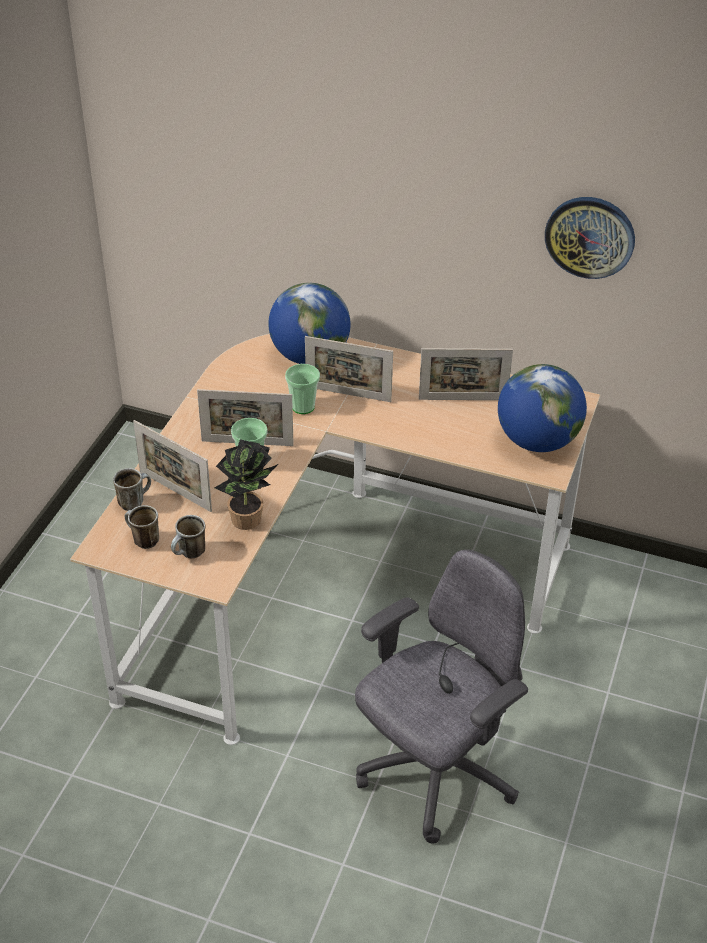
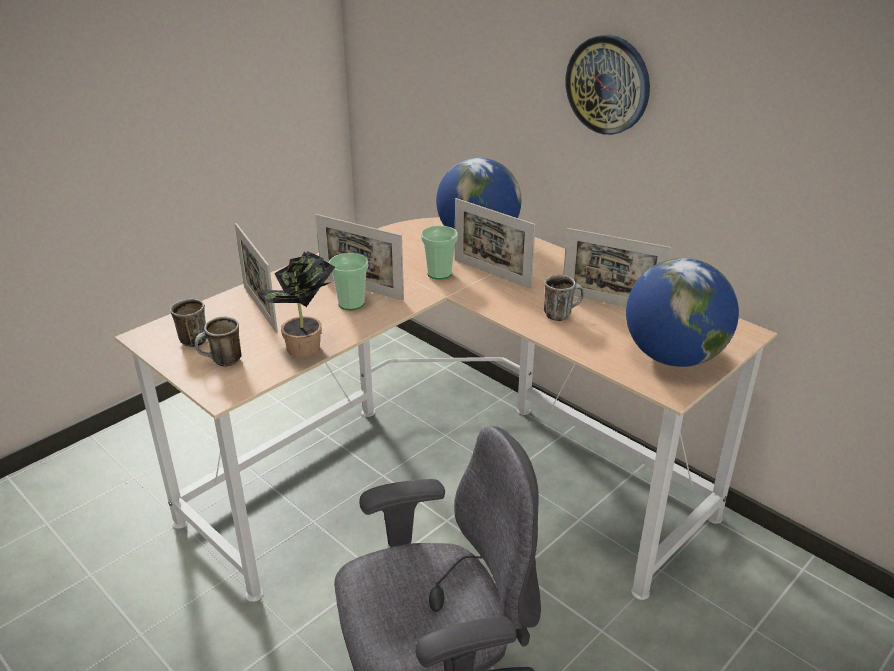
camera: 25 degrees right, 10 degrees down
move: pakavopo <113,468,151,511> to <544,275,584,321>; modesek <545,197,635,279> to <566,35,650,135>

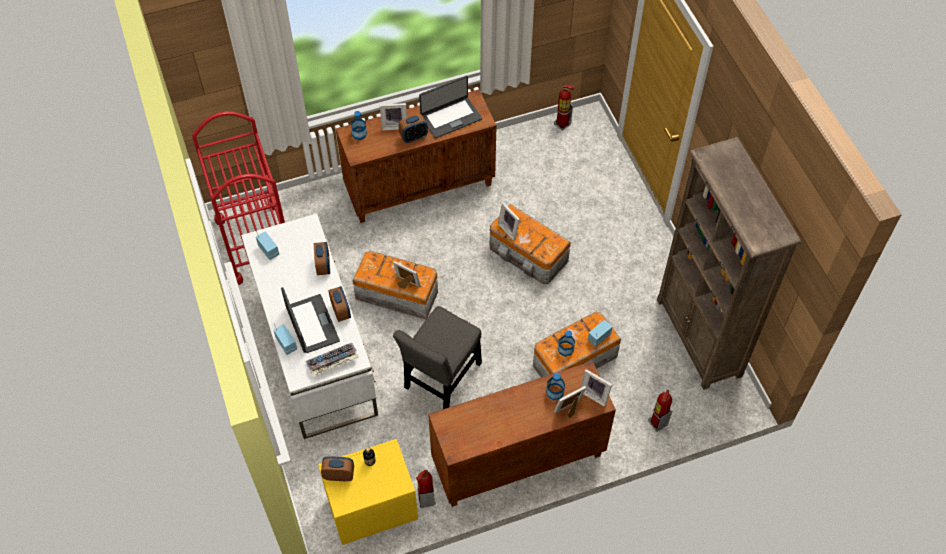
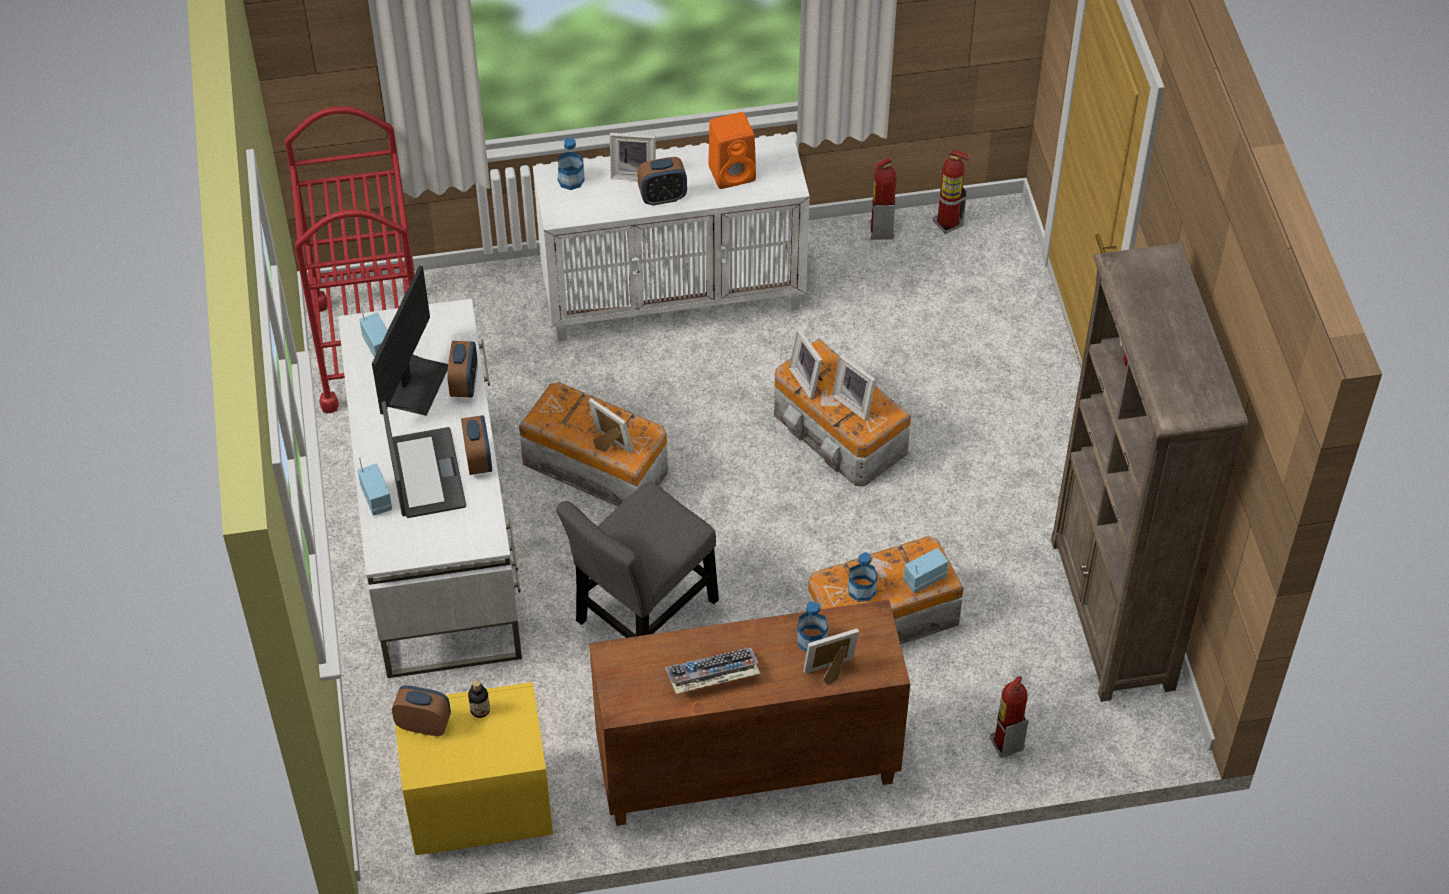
camera: 10 degrees right, 5 degrees down
insert: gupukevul <372,265,448,416>
move: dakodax <305,343,359,376> to <665,648,760,694>; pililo <580,369,612,407> to <832,354,876,421>; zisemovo <416,469,436,508> to <870,158,896,240>
replace: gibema <419,76,482,138> to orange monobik <708,112,756,189>
recolor: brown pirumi <336,89,497,223> to white pirumi <533,133,810,341>

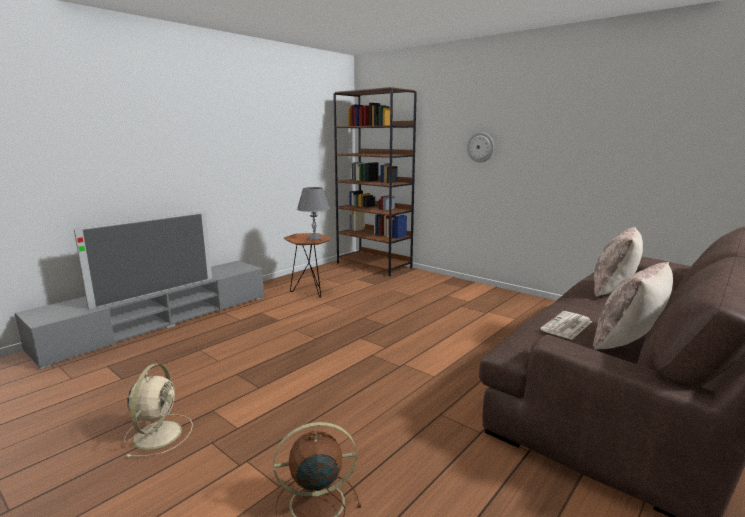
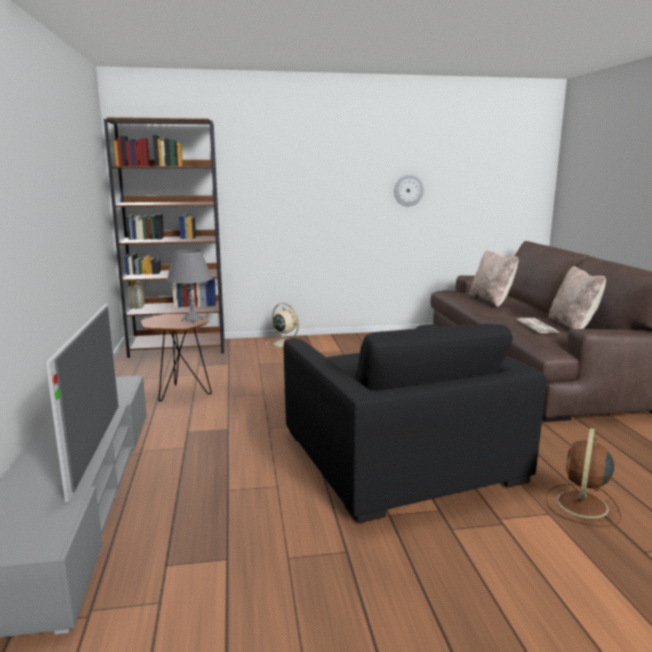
camera: 50 degrees left, 0 degrees up
insert: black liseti <283,323,546,523>
move: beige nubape <124,364,193,458> to <266,303,299,348>; modesek <467,132,494,163> to <394,175,424,206>

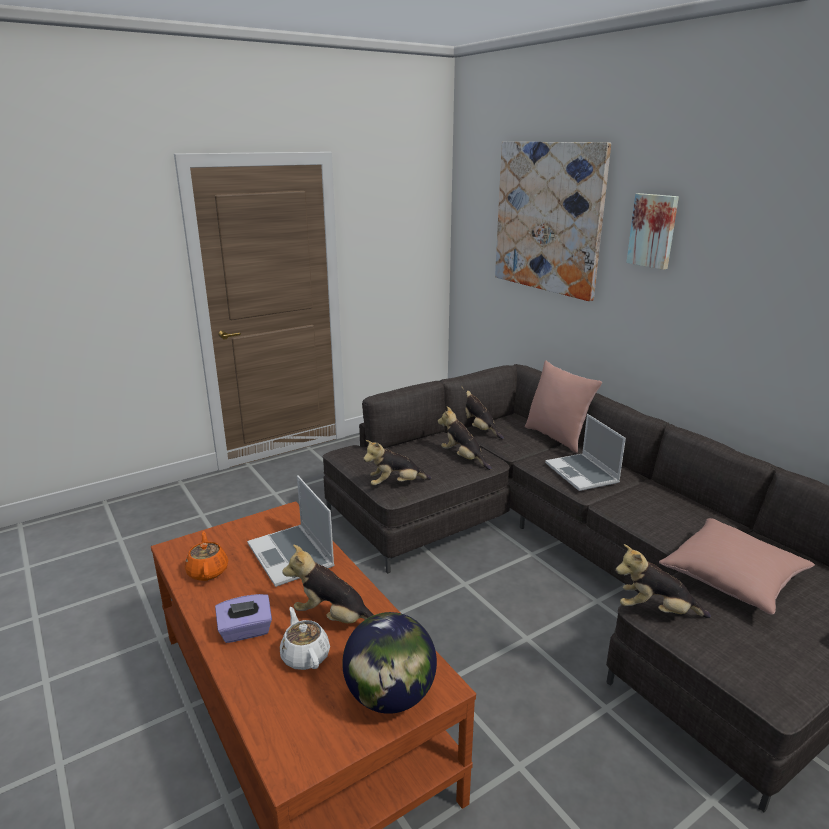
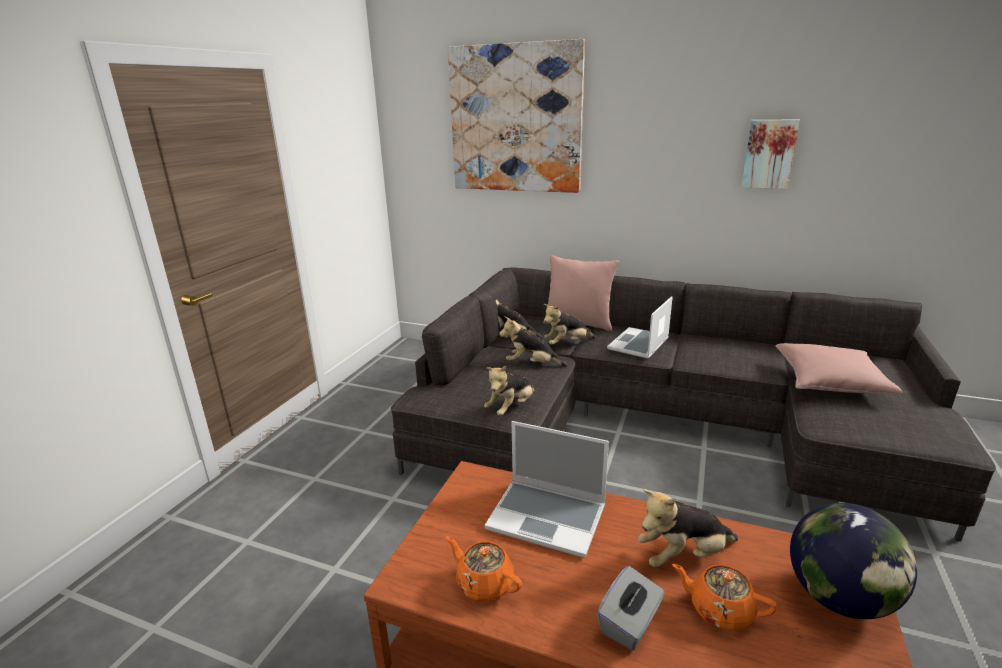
camera: 35 degrees left, 0 degrees up
move: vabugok <616,544,711,618> to <544,304,595,345>; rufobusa <626,193,679,270> to <742,120,800,189>
recolor: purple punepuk <215,594,272,643> to grey punepuk <597,566,665,651>; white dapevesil <280,607,330,670> to orange dapevesil <672,564,778,631>
rotate: gibema <545,414,626,491> = <607,296,673,359> 90 degrees clockwise

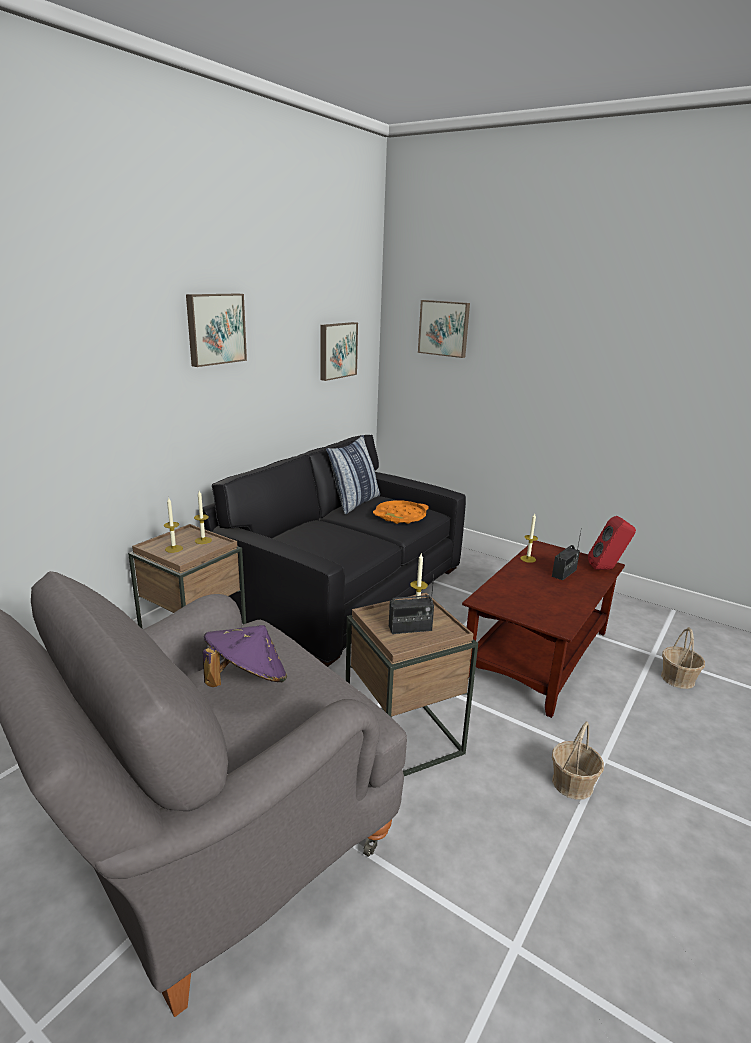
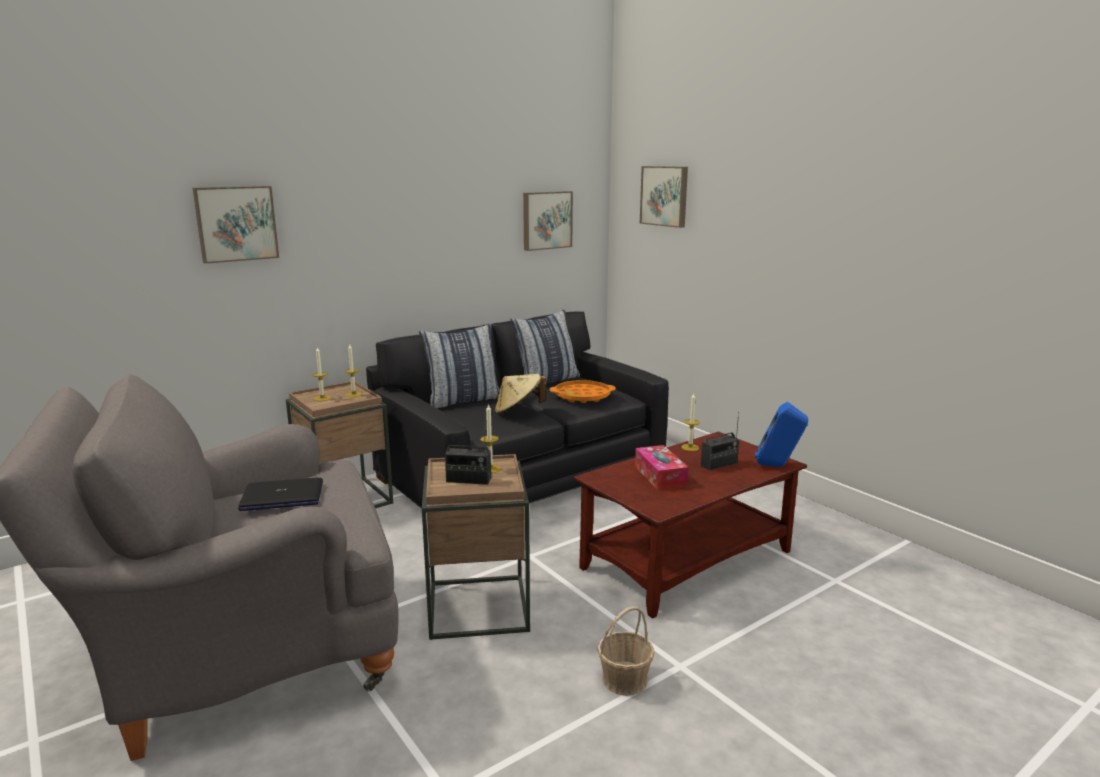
camera: 20 degrees right, 5 degrees down
delete: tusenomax <661,627,705,689>
insert: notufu <419,323,500,408>; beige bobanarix <495,374,547,415>; punepuk <635,445,688,490>
move: rufobusa <186,294,247,367> to <192,186,279,264>
replace: purple bobanarix <203,625,287,687> to gibema <238,478,323,511>
recolor: red monobik <588,516,636,570> to blue monobik <755,402,808,467>

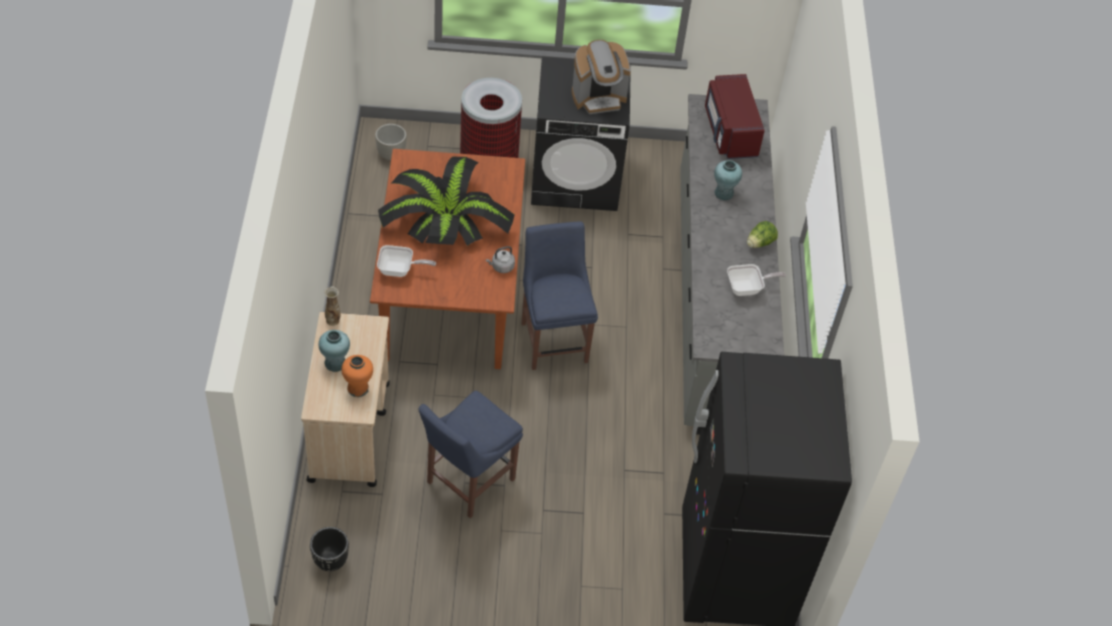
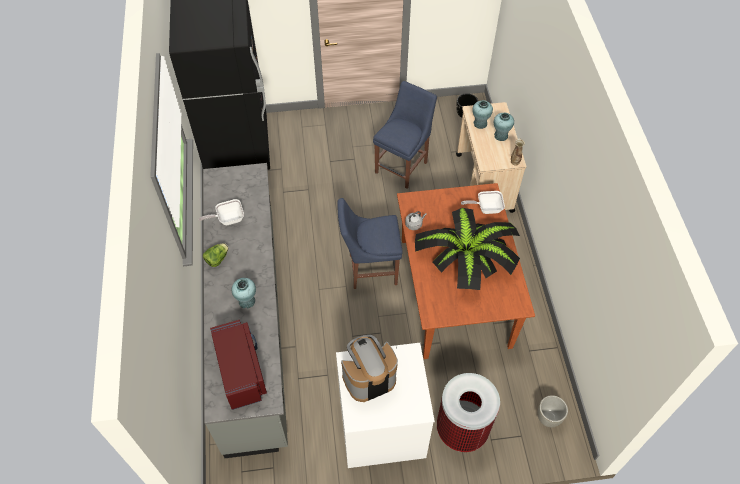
camera: 175 degrees right, 5 degrees up
recolor: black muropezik <531,57,631,211> to white muropezik <336,343,435,468>; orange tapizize <342,355,373,397> to turquoise tapizize <472,100,493,129>
rotate: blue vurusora <521,221,598,370> = <337,198,403,289> 105 degrees clockwise

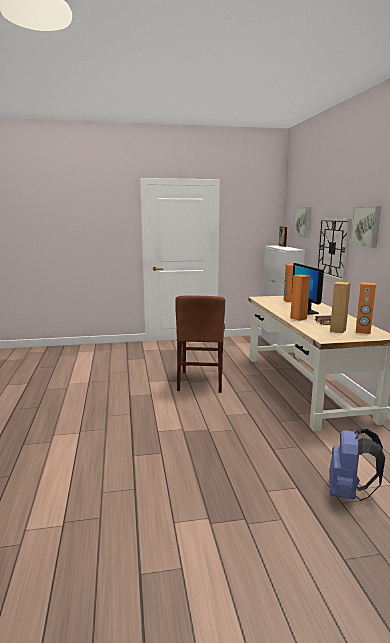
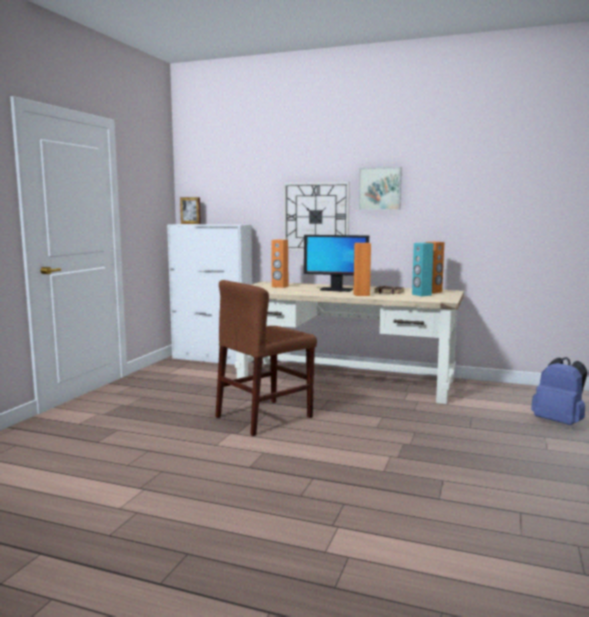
camera: 60 degrees left, 5 degrees down
delete: rufobusa <293,207,311,238>
recolor: brown monobik <330,282,351,333> to turquoise monobik <412,243,434,296>
rotate: brown vurusora <175,295,225,393> = <215,280,317,436> 105 degrees clockwise

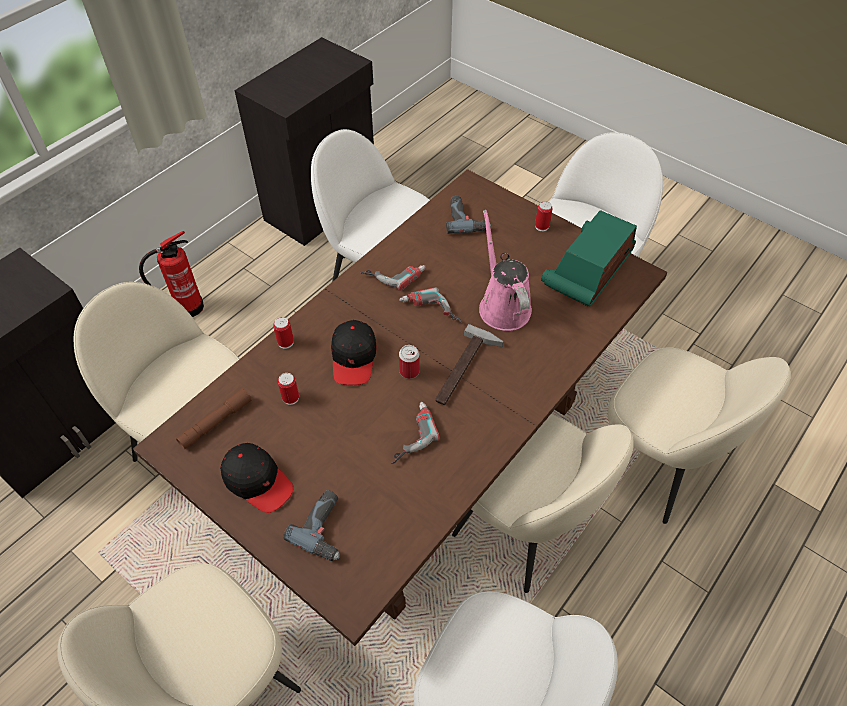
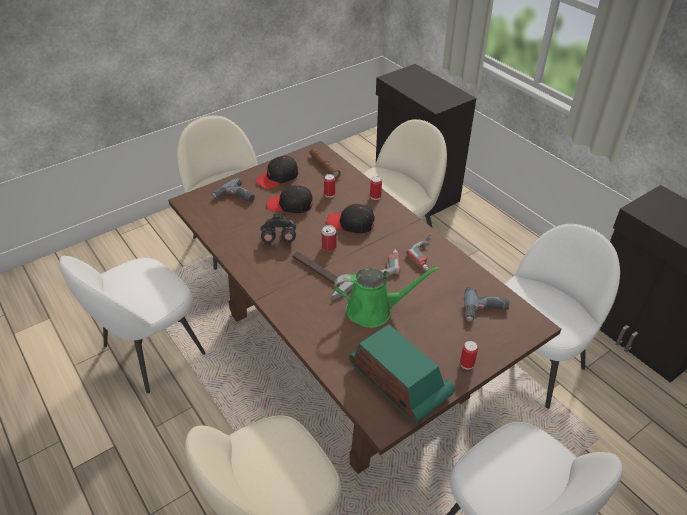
camera: 105 degrees right, 10 degrees down
delete: zisemovo <139,231,204,317>; beige vurusora <452,413,634,593>
insert: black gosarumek <266,185,313,213>
replace: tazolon <391,402,440,464> to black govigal <260,214,296,244>
recolor: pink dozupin <479,210,532,331> to green dozupin <334,267,439,328>

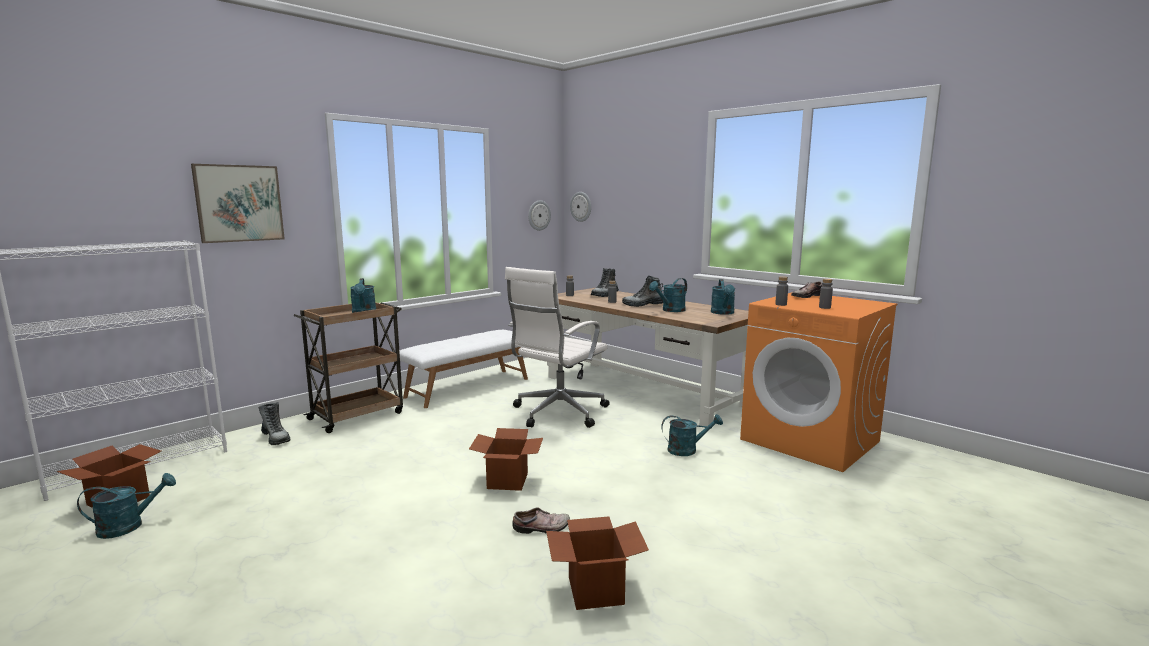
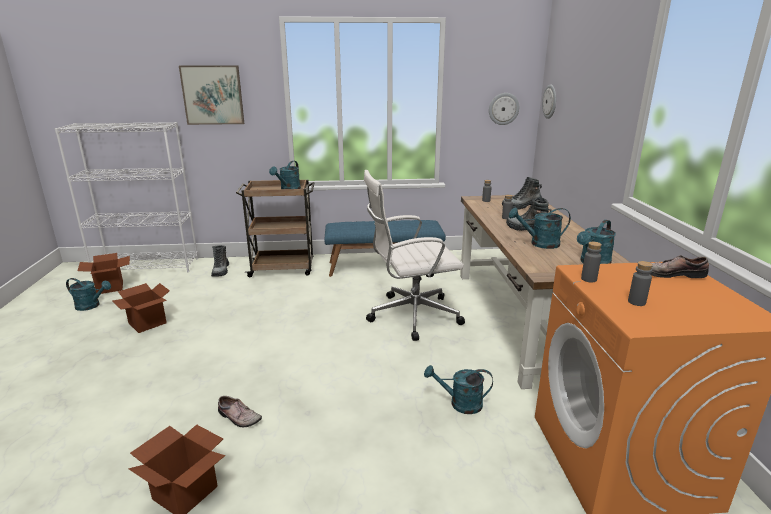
camera: 40 degrees right, 10 degrees up
move: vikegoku <469,428,543,491> to <112,283,170,333>
recolor: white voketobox <399,330,528,408> to blue voketobox <324,220,446,277>
rotate: turquoise dozupin <661,414,723,456> = <424,365,493,414> 150 degrees clockwise

